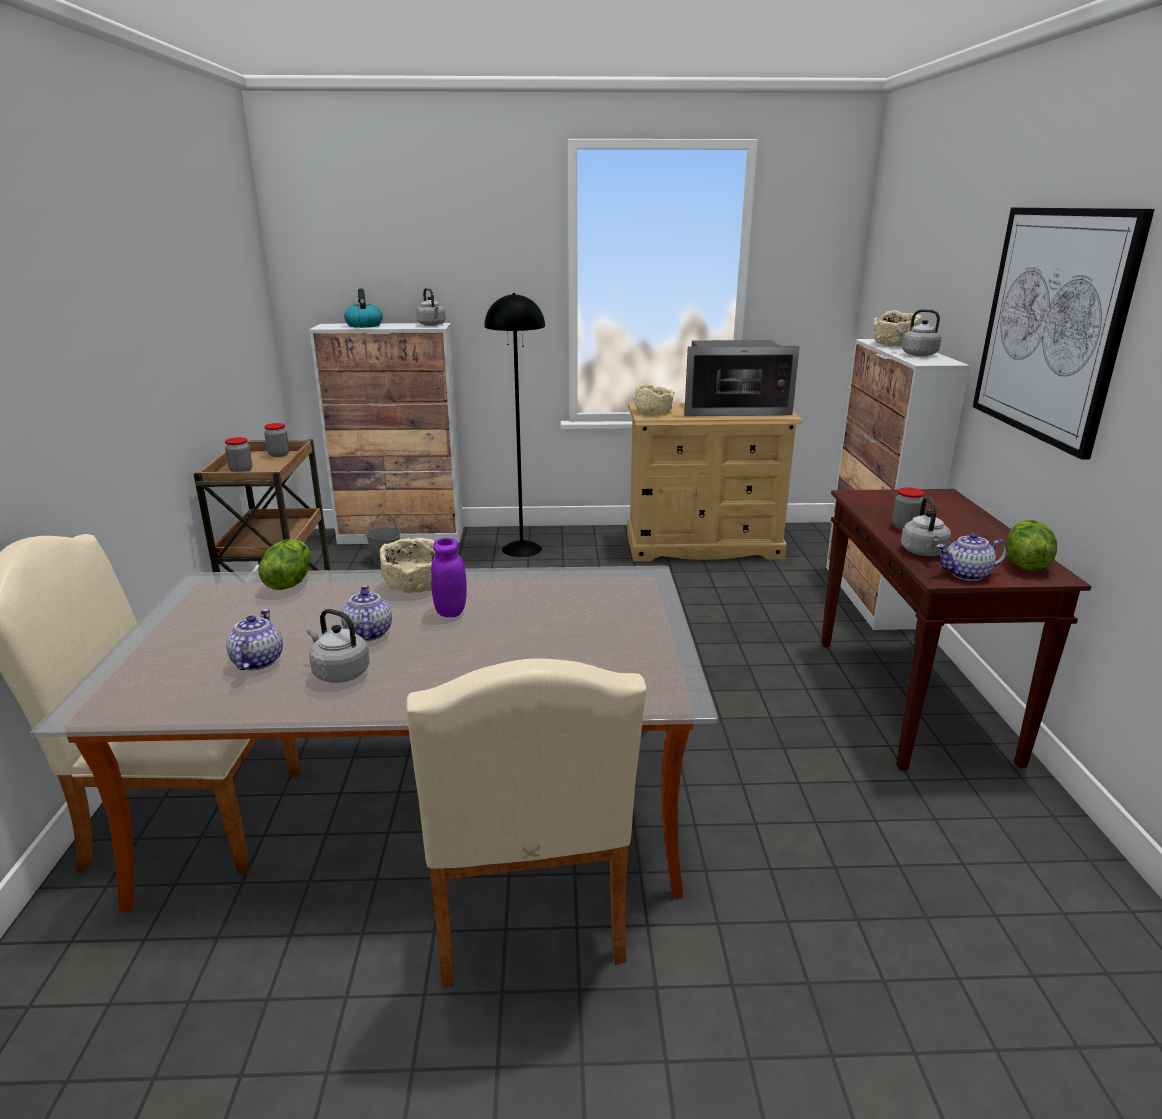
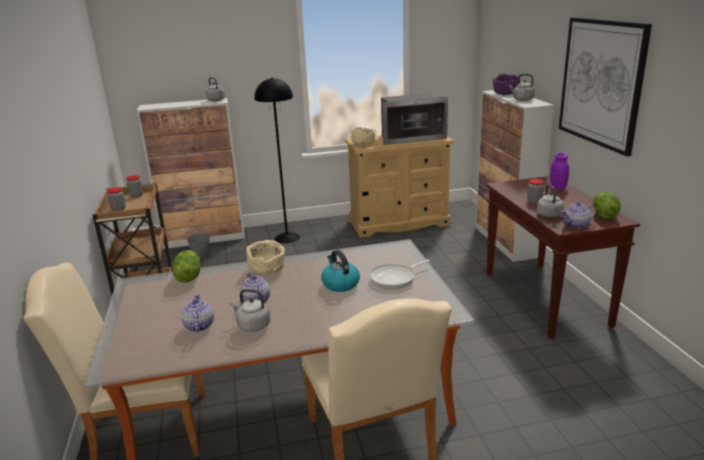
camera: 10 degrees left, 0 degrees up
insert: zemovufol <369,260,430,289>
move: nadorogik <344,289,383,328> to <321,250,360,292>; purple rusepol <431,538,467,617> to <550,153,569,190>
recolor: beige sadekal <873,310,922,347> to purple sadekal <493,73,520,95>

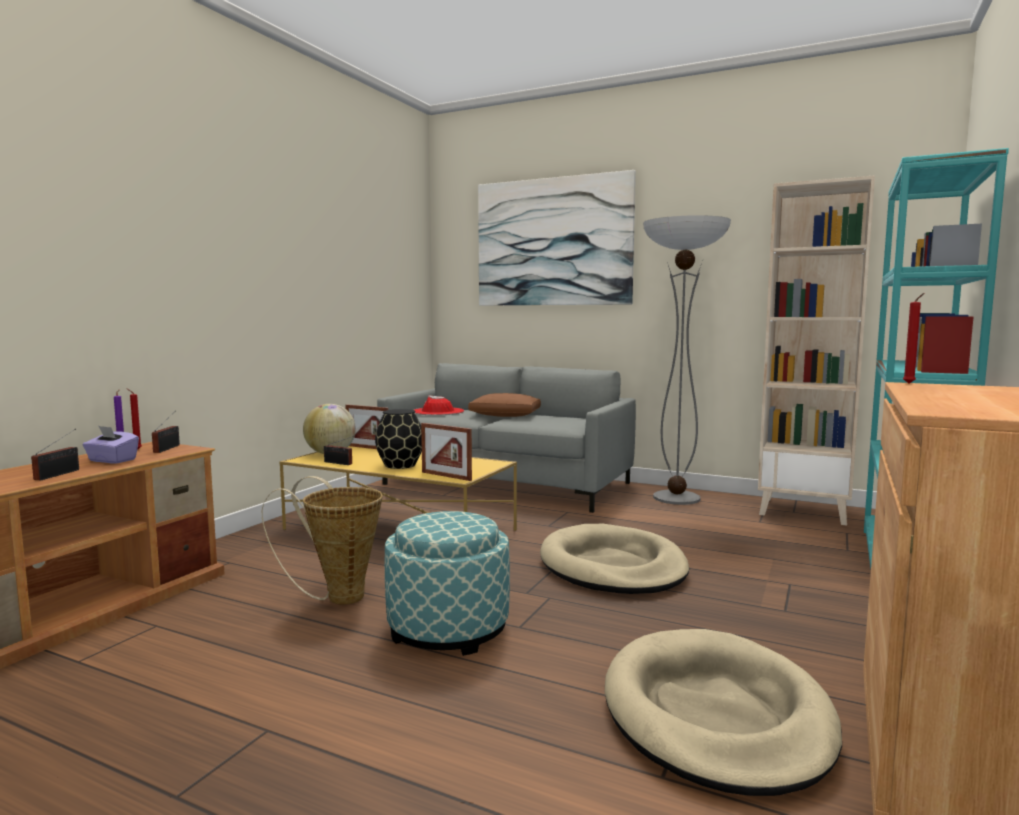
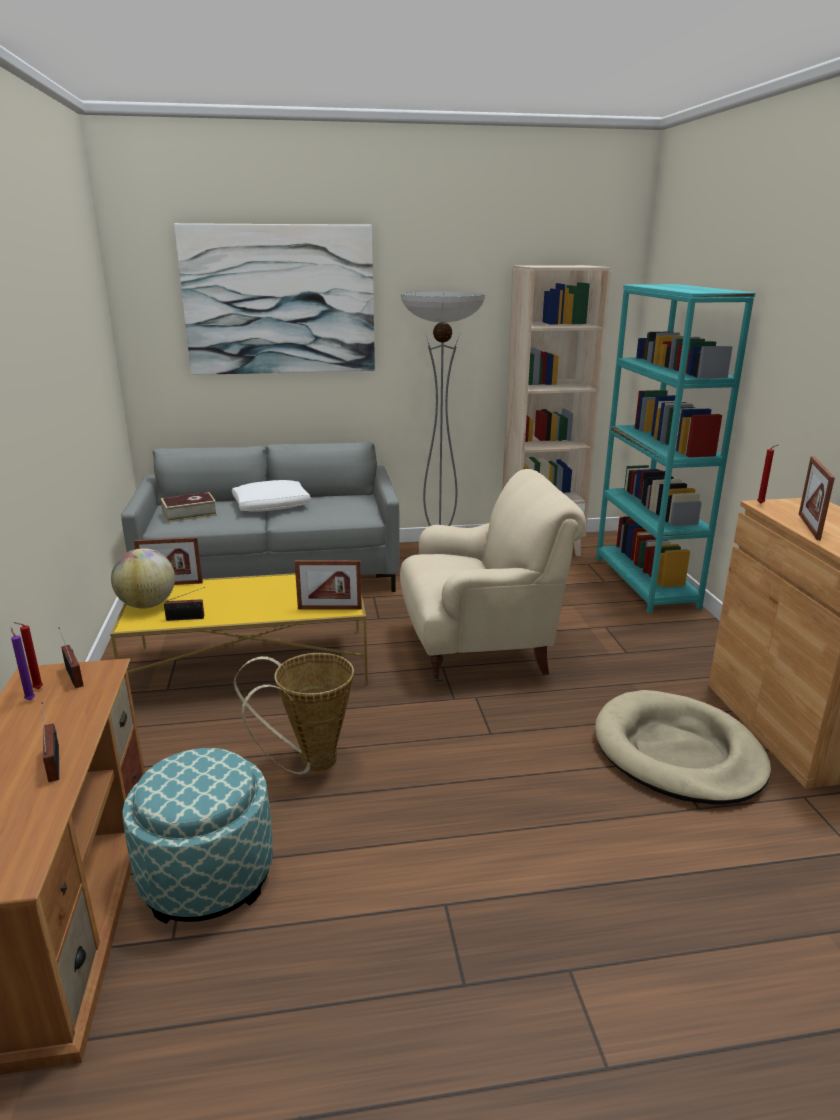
camera: 35 degrees left, 15 degrees up
delete: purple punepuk <83,426,139,464>; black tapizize <375,409,422,469>
insert: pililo <799,456,835,540>
move: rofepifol <385,511,510,656> to <123,748,273,924>
replace: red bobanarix <414,396,464,416> to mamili <161,492,217,522>; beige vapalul <540,524,690,594> to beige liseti <400,469,586,683>
recolor: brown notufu <468,393,541,417> to white notufu <232,480,311,512>

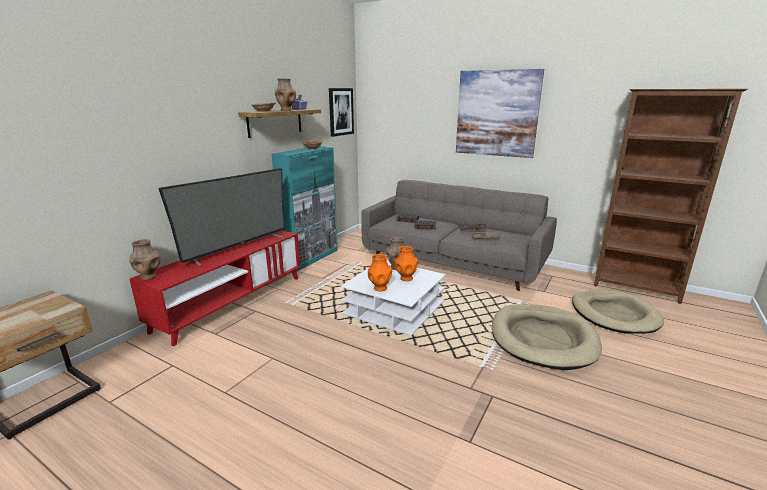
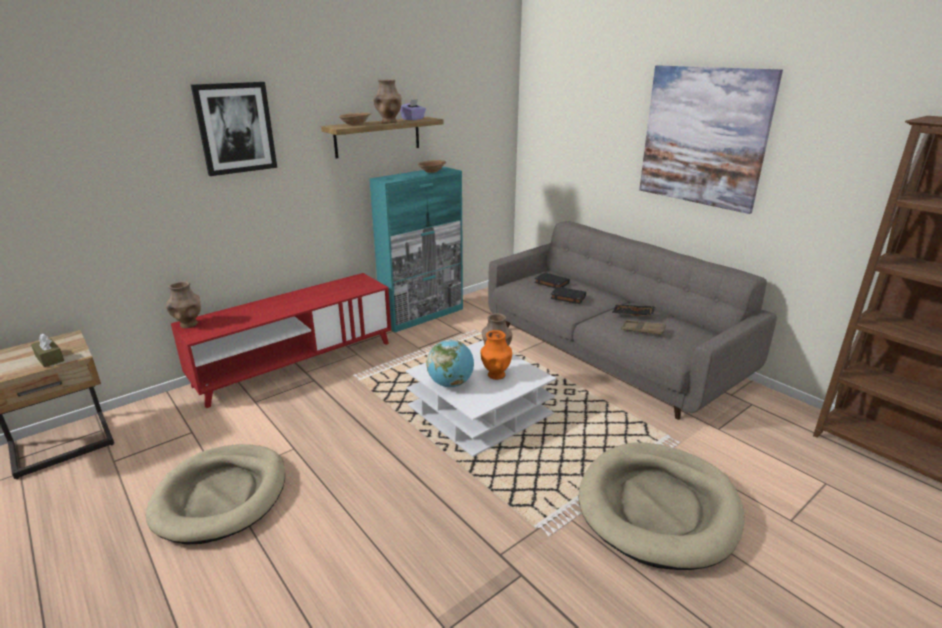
camera: 20 degrees right, 5 degrees up
delete: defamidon <159,168,285,267>
insert: brown punepuk <31,333,64,367>
move: beige vapalul <572,290,664,334> to <146,444,285,544>; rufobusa <329,88,354,137> to <191,82,277,176>
replace: orange tapizize <368,254,392,291> to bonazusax <426,340,474,387>

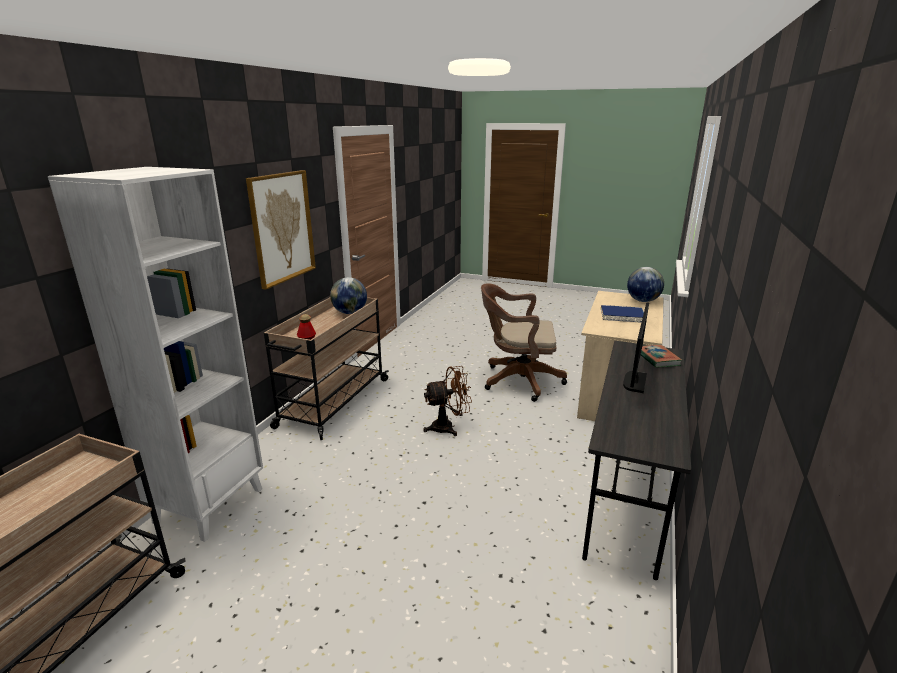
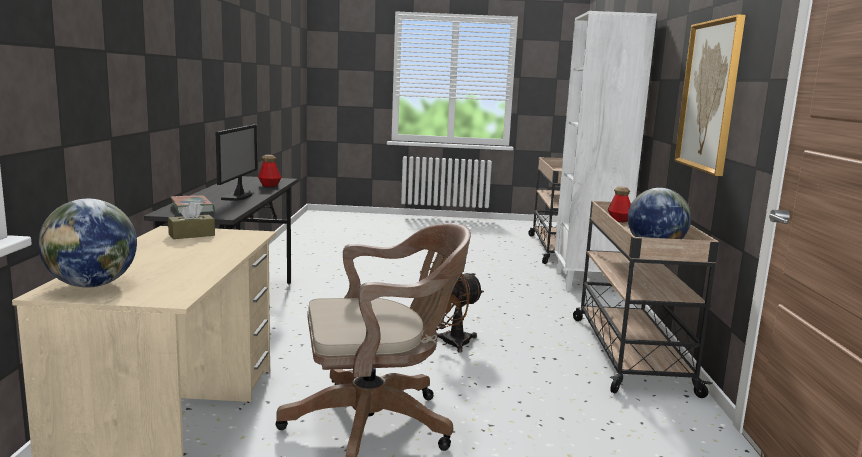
camera: 160 degrees right, 10 degrees down
delete: blue mamili <601,305,644,323>
insert: brown punepuk <168,202,215,239>; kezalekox <258,155,282,187>

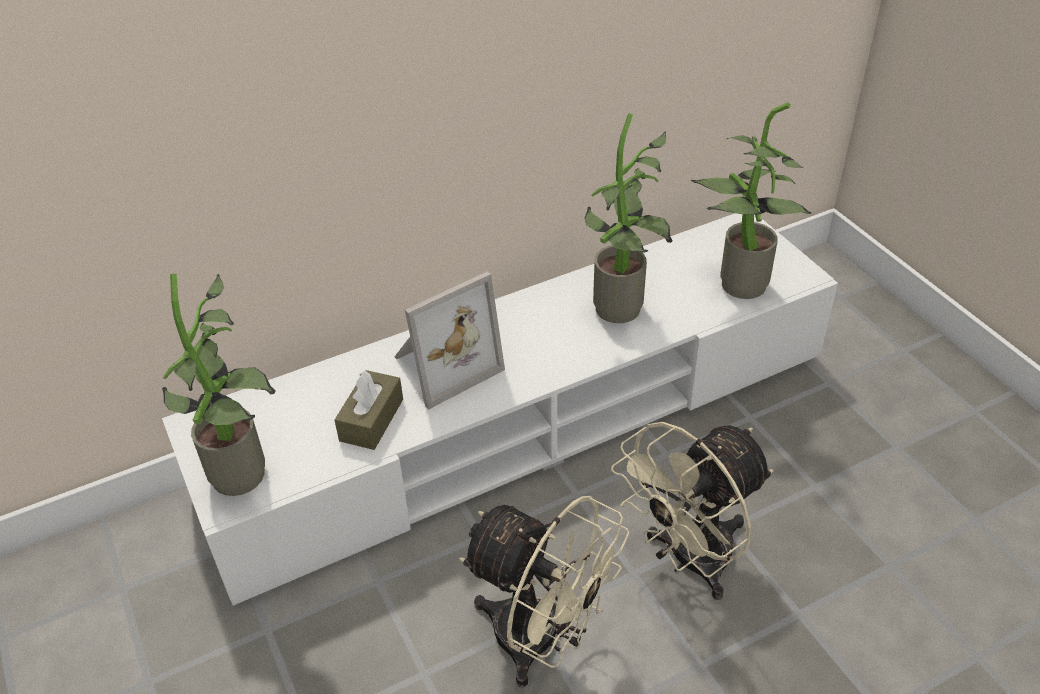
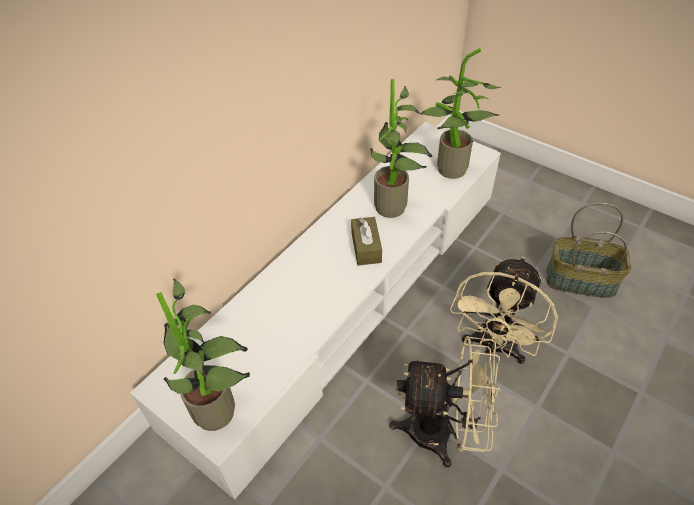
camera: 25 degrees left, 5 degrees up
delete: pililo <394,272,505,410>
insert: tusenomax <547,202,631,298>
move: brown punepuk <335,370,403,450> to <351,217,382,265>

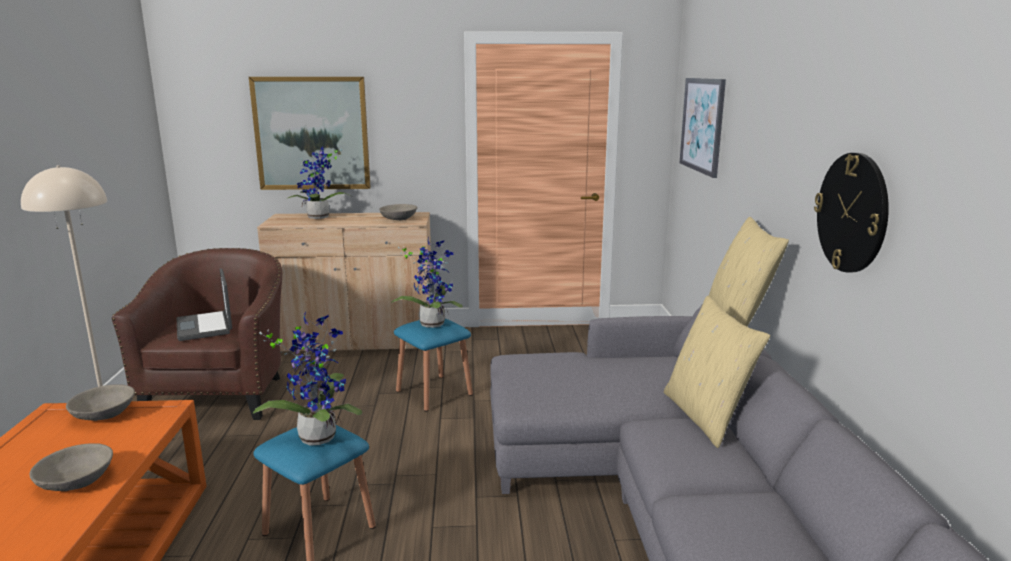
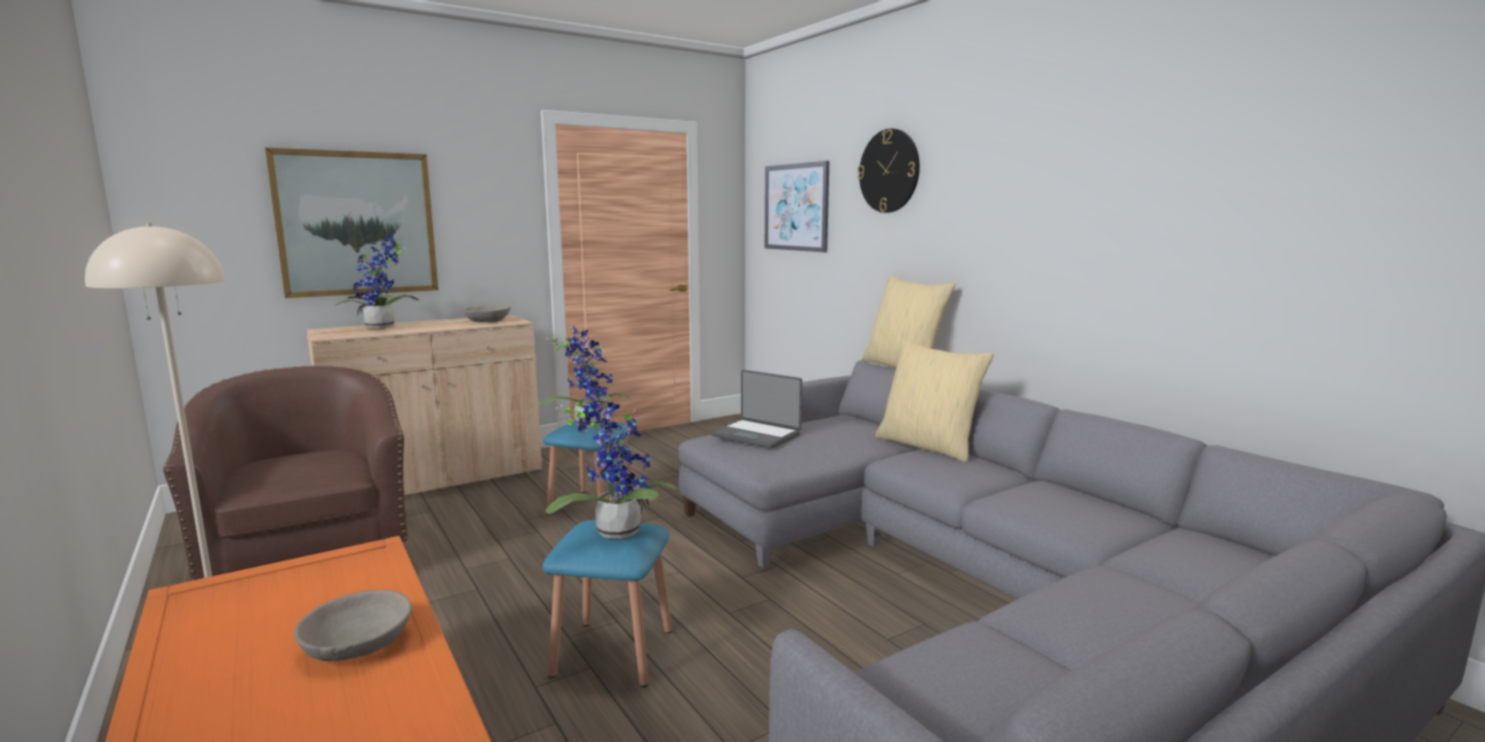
camera: 30 degrees left, 5 degrees down
delete: grey sadekal <66,384,135,421>
move: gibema <177,268,232,341> to <711,370,802,449>; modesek <814,153,889,272> to <858,128,920,213>

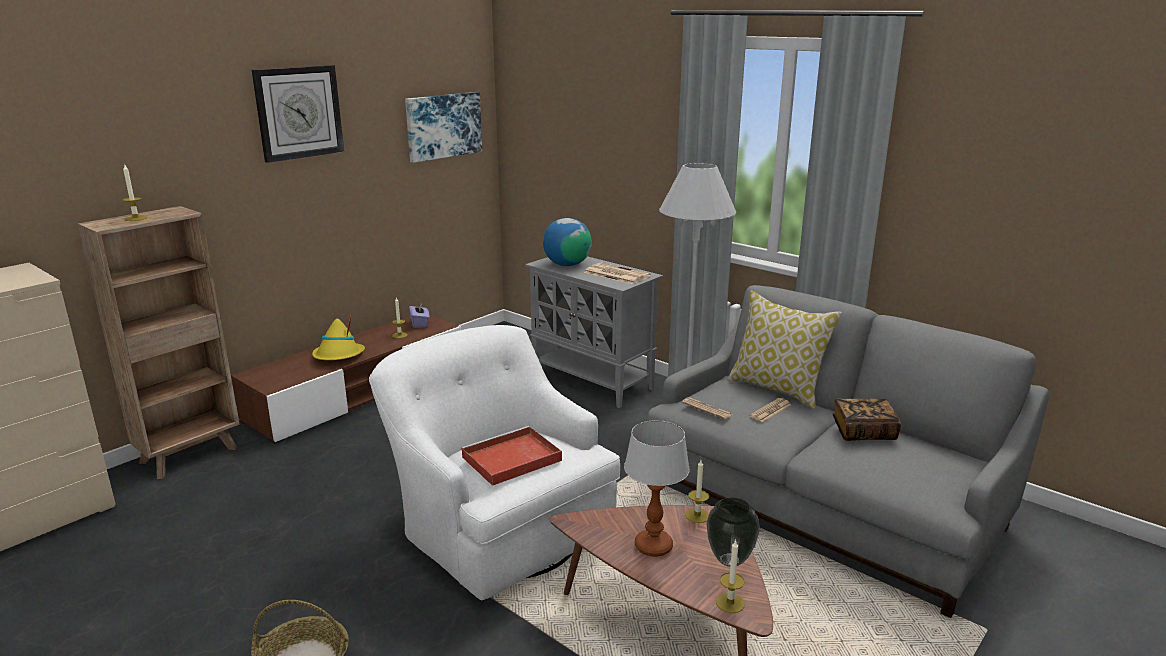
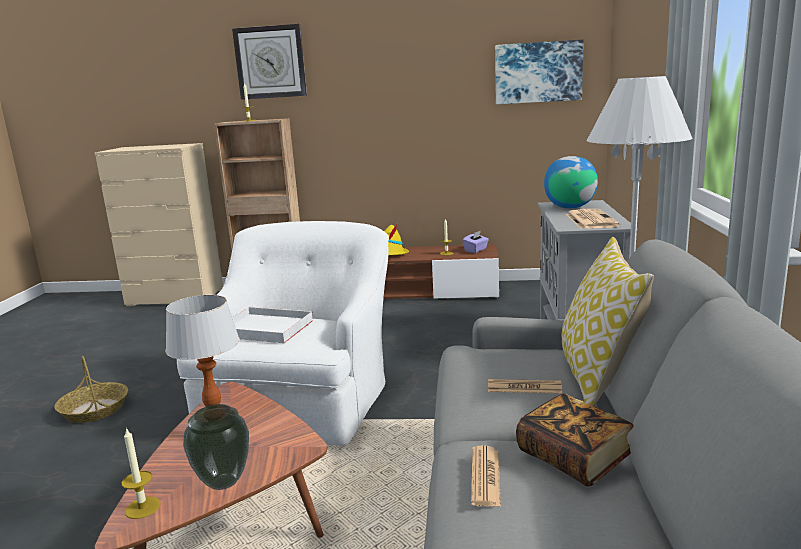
camera: 55 degrees right, 5 degrees down
delete: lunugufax <685,460,709,523>
move: modesek <252,65,344,163> to <232,24,307,100>; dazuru <682,397,733,419> to <471,445,501,507>
recolor: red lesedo <461,426,562,486> to white lesedo <232,307,313,343>

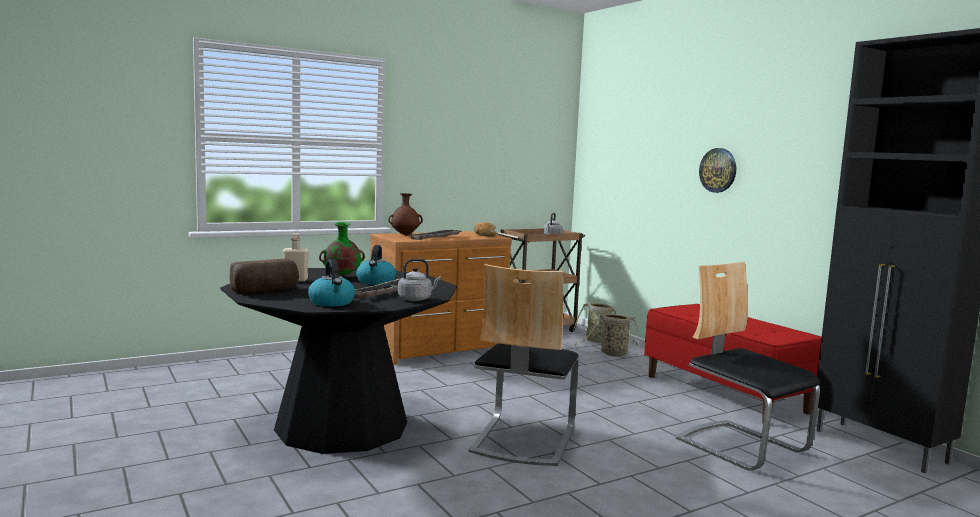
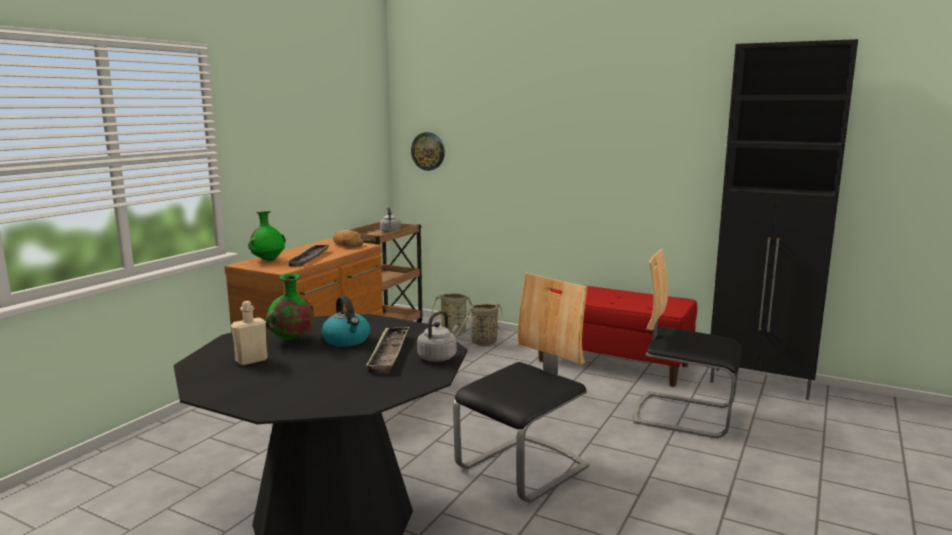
camera: 30 degrees left, 5 degrees up
delete: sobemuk <230,258,299,293>; nadorogik <308,259,355,307>
move: modesek <699,148,736,193> to <411,132,445,171>
recolor: brown tapizize <388,193,423,235> to green tapizize <248,211,286,261>
rotate: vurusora <469,264,579,466> = <453,272,589,503> 120 degrees counterclockwise

